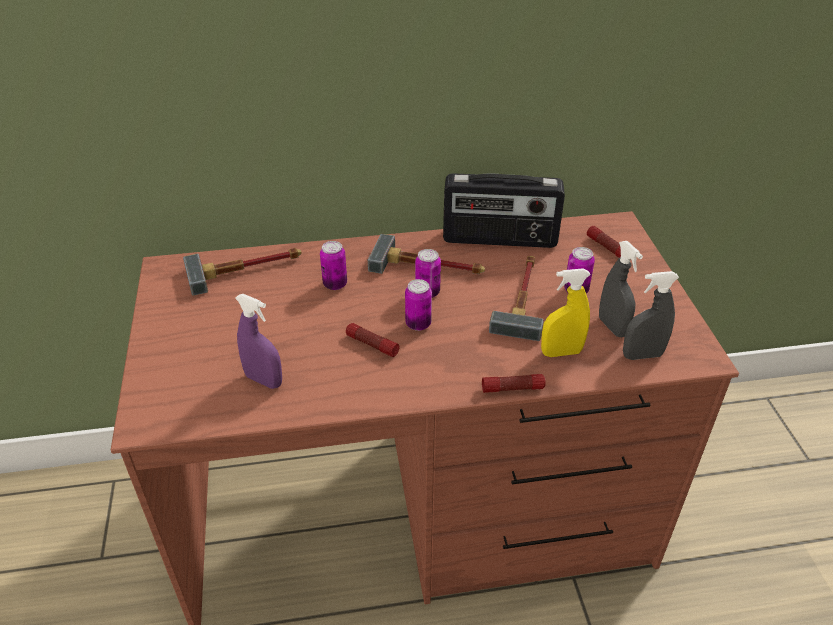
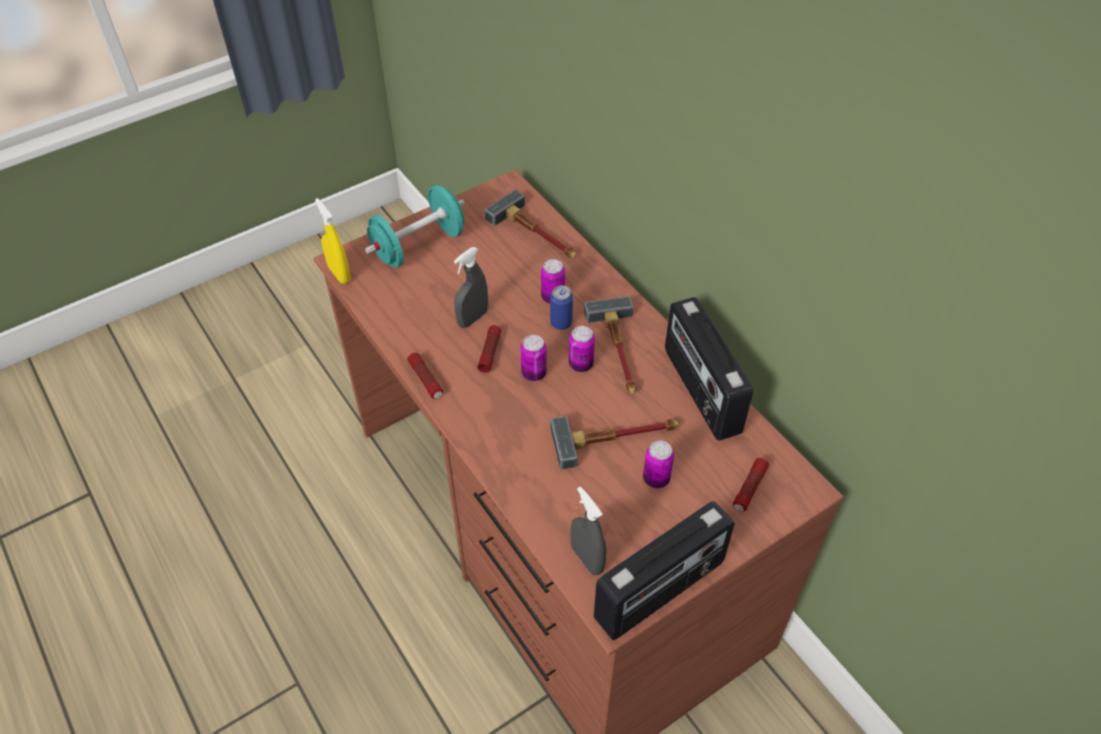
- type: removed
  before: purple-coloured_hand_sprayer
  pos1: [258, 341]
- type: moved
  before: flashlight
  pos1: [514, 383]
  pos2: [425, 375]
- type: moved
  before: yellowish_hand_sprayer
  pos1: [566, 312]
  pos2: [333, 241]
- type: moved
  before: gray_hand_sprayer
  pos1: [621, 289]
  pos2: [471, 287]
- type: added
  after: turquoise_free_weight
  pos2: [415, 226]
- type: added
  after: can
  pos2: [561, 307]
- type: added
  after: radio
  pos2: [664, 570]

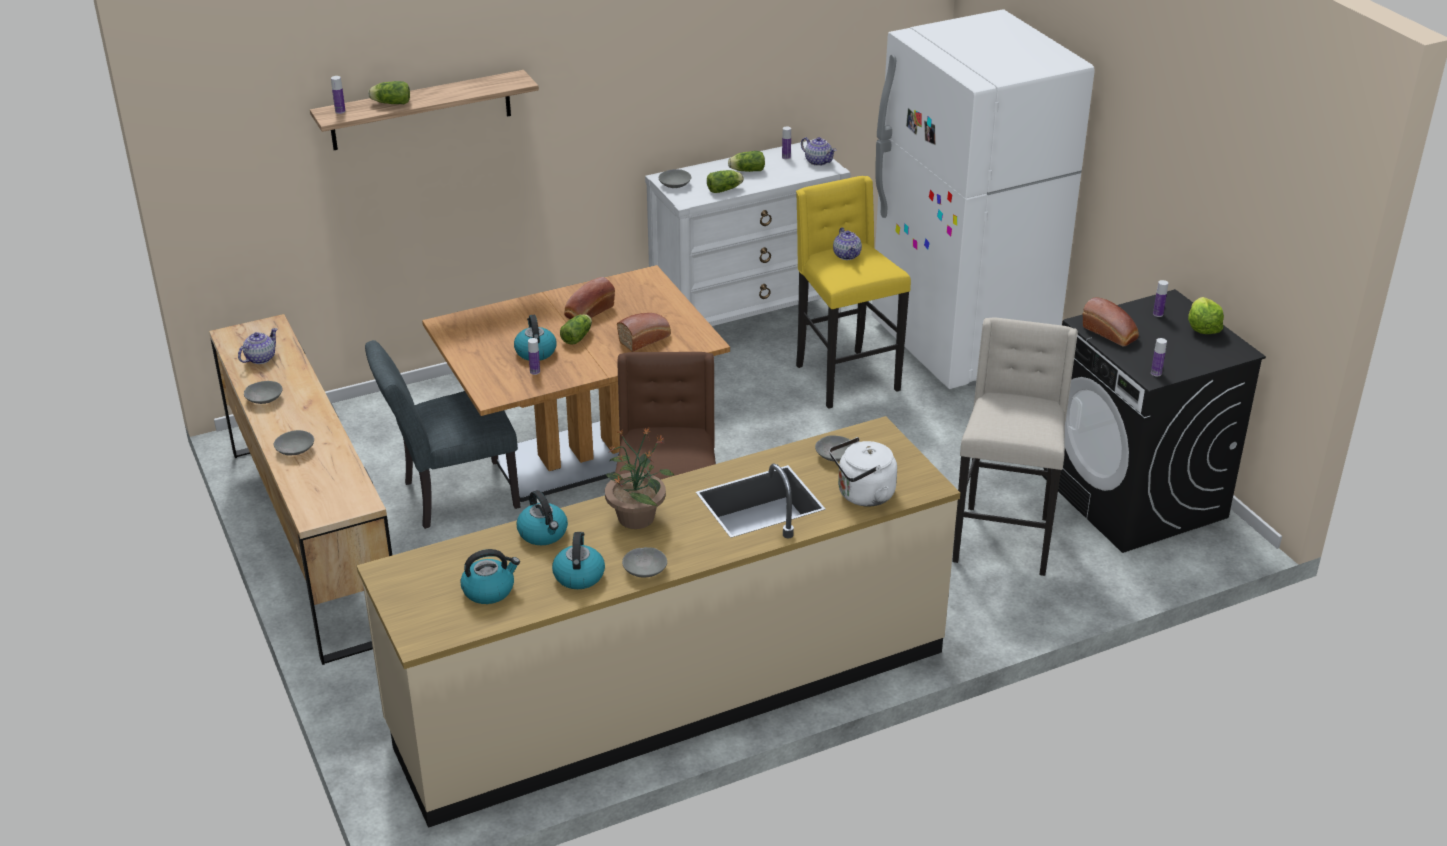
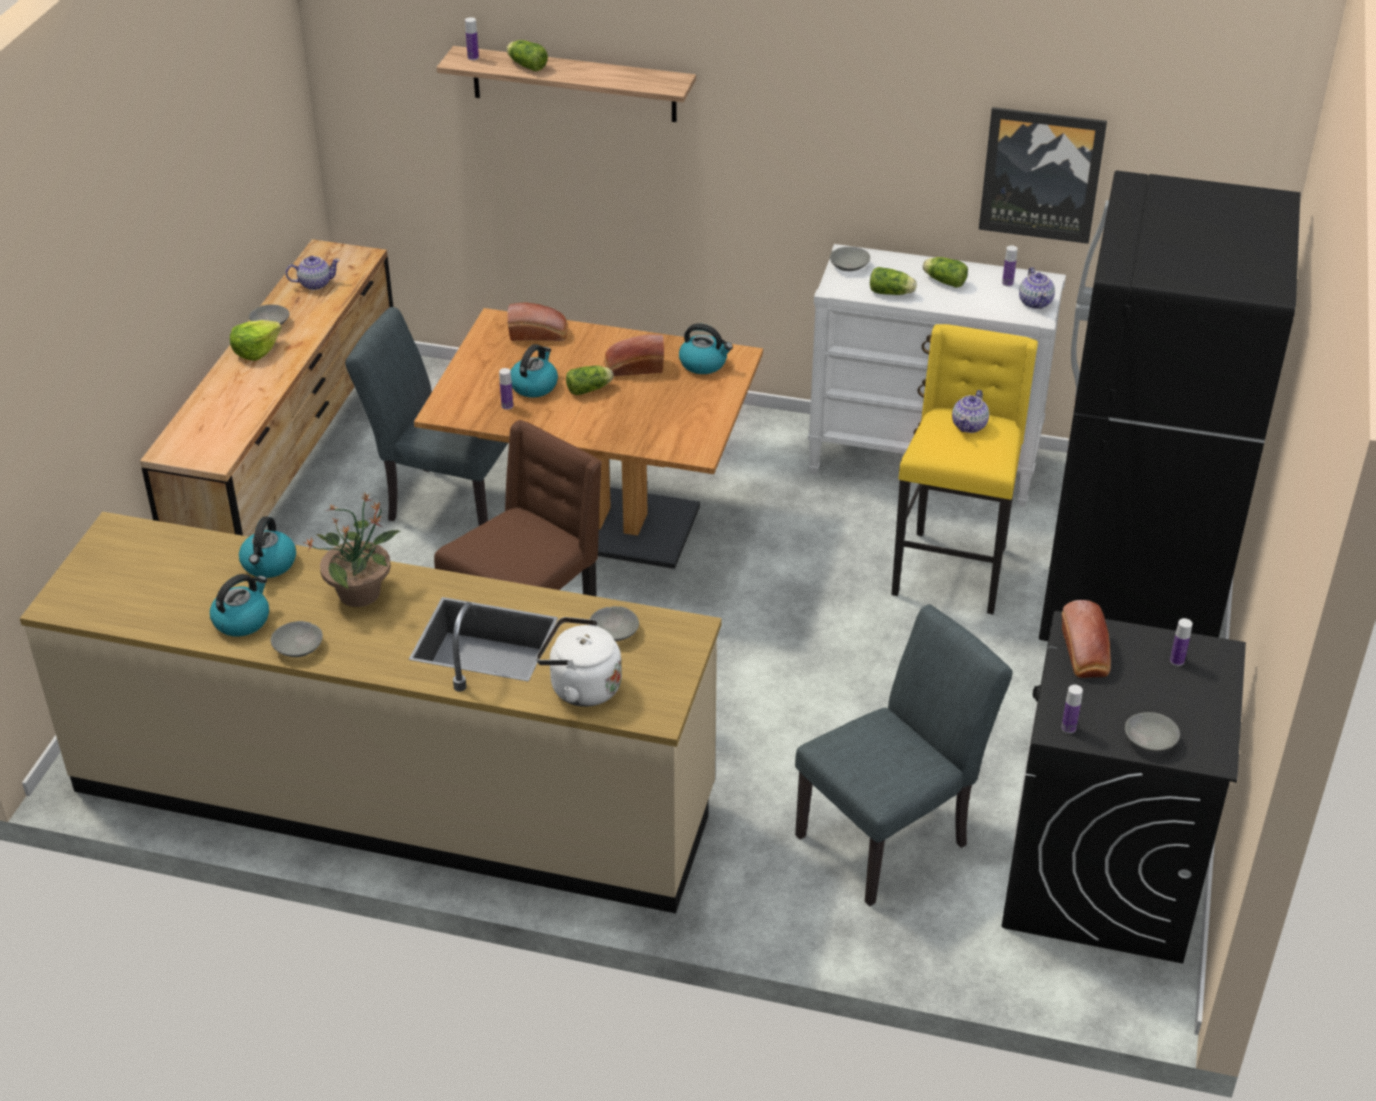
- type: moved
  before: gray_serving_bowl
  pos1: [293, 442]
  pos2: [1152, 731]
- type: moved
  before: kettle
  pos1: [490, 576]
  pos2: [706, 348]
- type: moved
  before: baked_bread
  pos1: [644, 332]
  pos2: [537, 322]
- type: recoloured
  before: white_kitchen_fridge
  after: black-coloured_kitchen_fridge
  pos1: [983, 199]
  pos2: [1169, 405]
- type: replaced
  before: sand-coloured_stool
  after: gray_plain_chair
  pos1: [1015, 446]
  pos2: [904, 755]
- type: moved
  before: head_of_lettuce
  pos1: [1206, 315]
  pos2: [256, 340]
- type: added
  after: wall_picture
  pos2: [1043, 175]

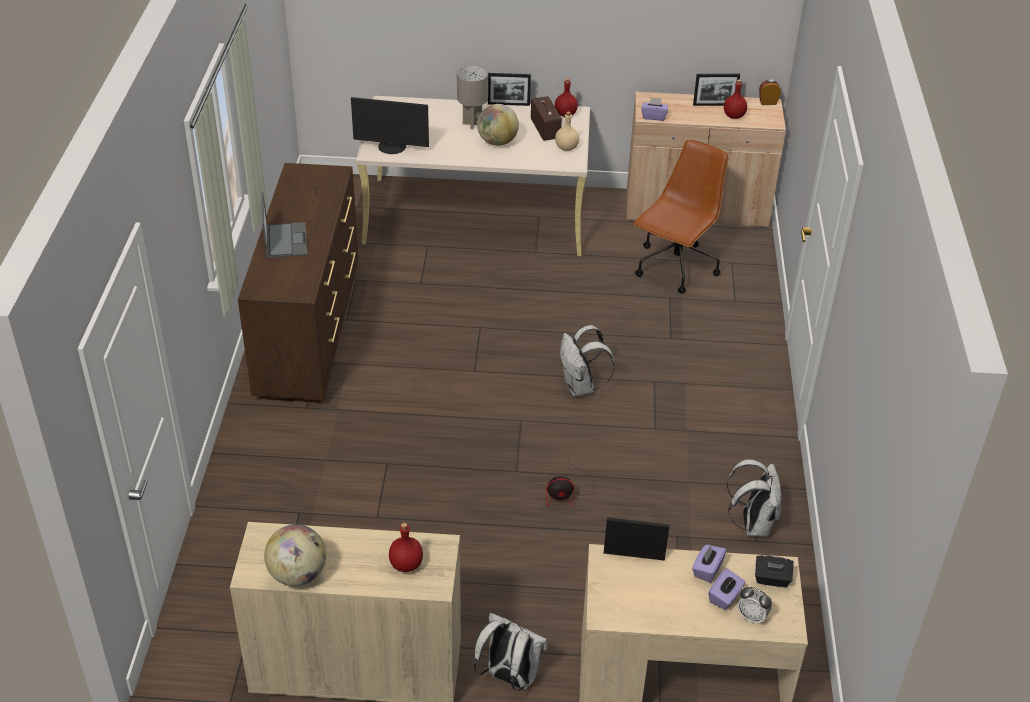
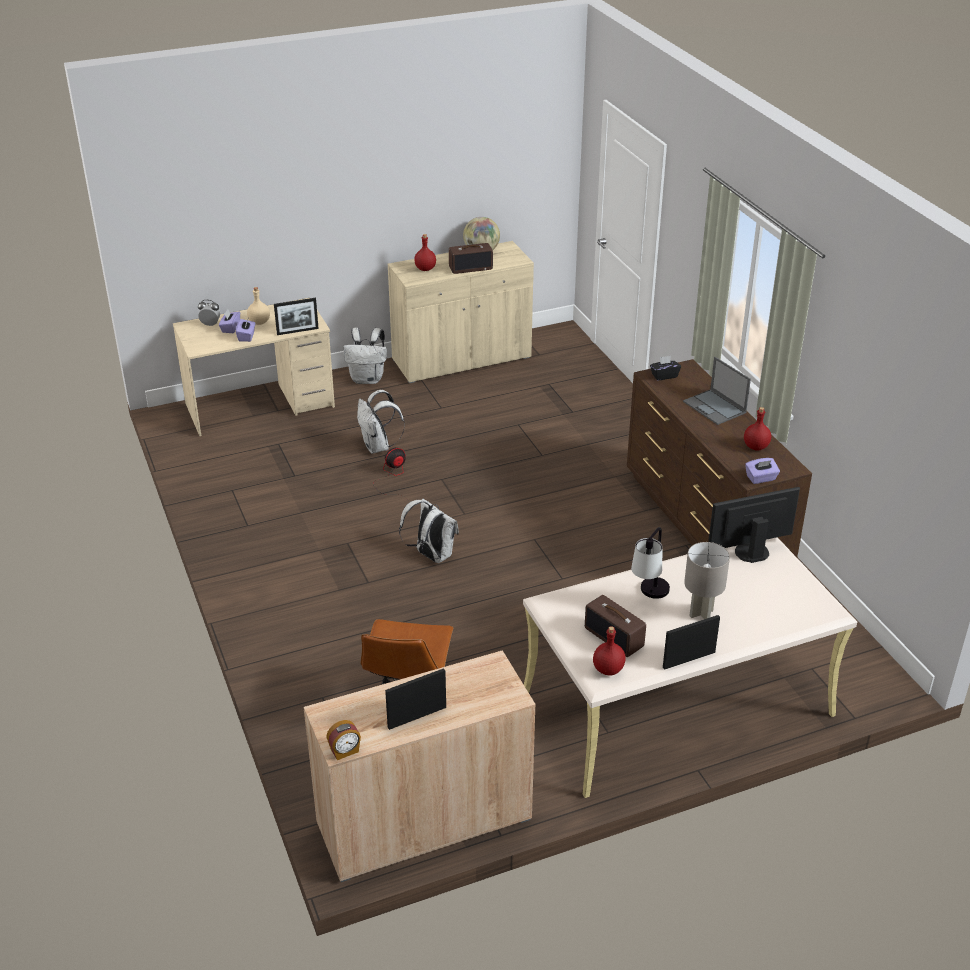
- type: replaced
  before: desk_globe
  after: table_lamp
  pos1: [498, 125]
  pos2: [650, 563]
- type: moved
  before: sand-coloured_beverage_bottle
  pos1: [567, 131]
  pos2: [258, 306]
- type: moved
  before: purple-coloured_box_of_tissues
  pos1: [654, 109]
  pos2: [762, 471]
- type: moved
  before: reddish_beverage_bottle
  pos1: [735, 99]
  pos2: [757, 429]
- type: moved
  before: white_backpack
  pos1: [754, 498]
  pos2: [381, 422]
- type: moved
  before: black-coloured_box_of_tissues
  pos1: [774, 571]
  pos2: [665, 368]
- type: added
  after: radio
  pos2: [471, 258]

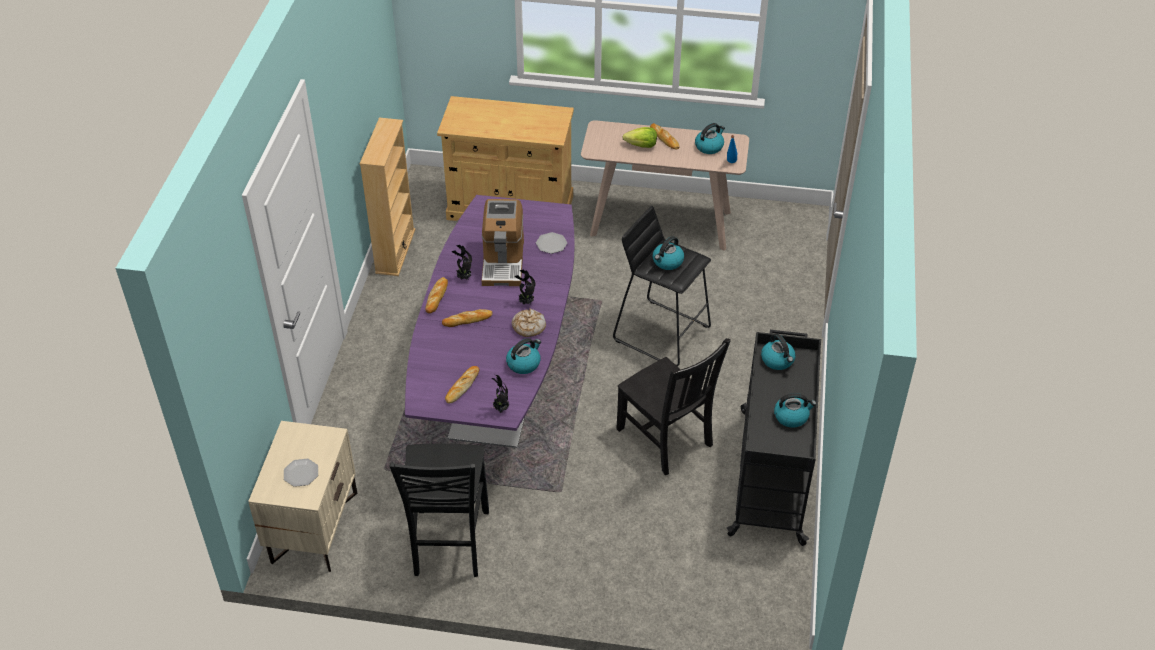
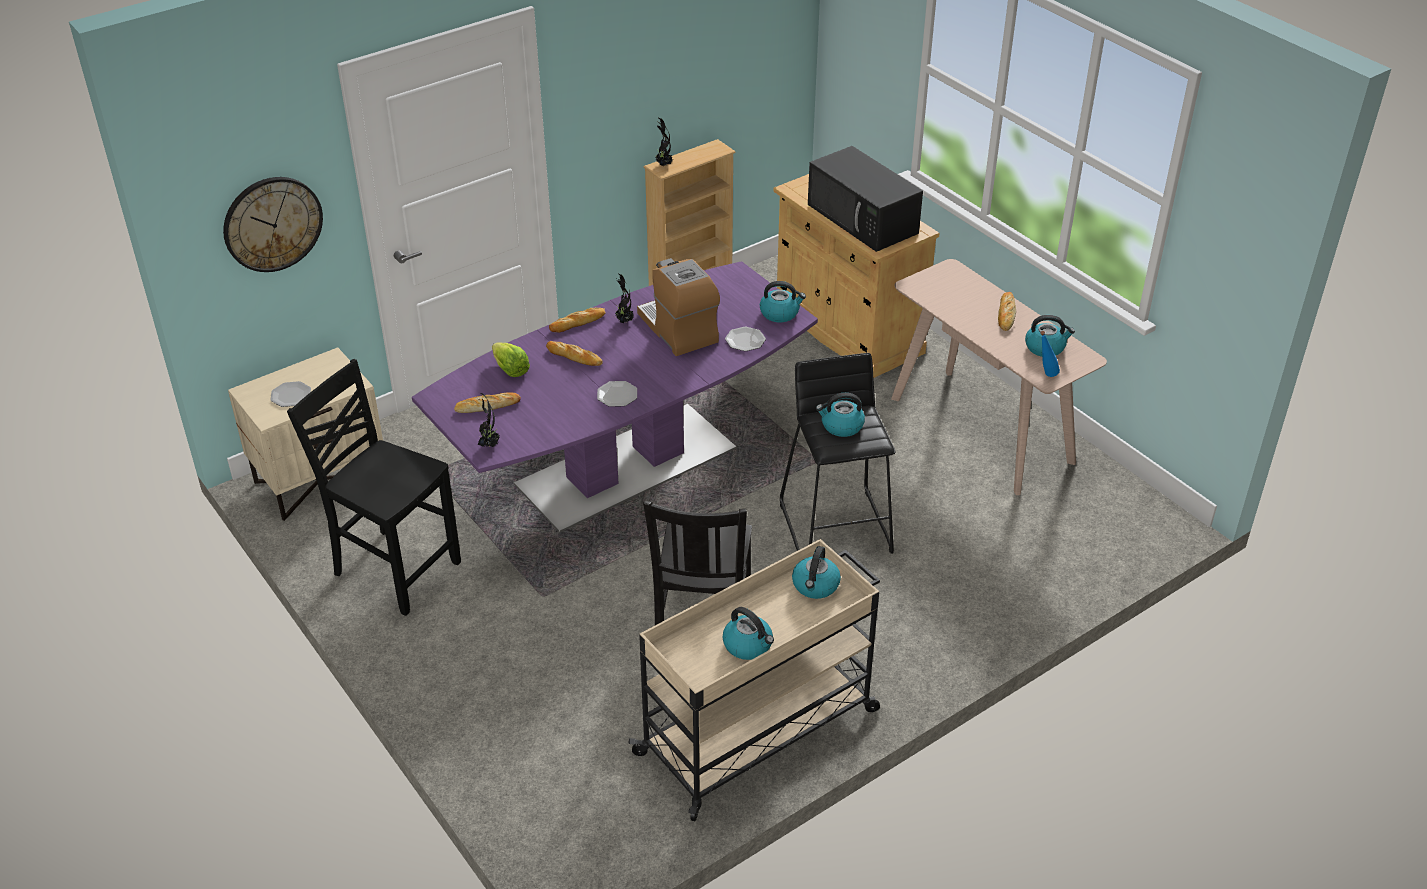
- type: turned
  before: black-coloured_plain_chair
  pos1: [439, 510]
  pos2: [374, 487]
  turn: 75
- type: turned
  before: coffee_maker
  pos1: [503, 242]
  pos2: [678, 307]
  turn: 105
- type: moved
  before: kettle
  pos1: [523, 356]
  pos2: [783, 302]
- type: replaced
  before: baked_bread
  after: plate
  pos1: [529, 322]
  pos2: [617, 394]
- type: moved
  before: potted_plant
  pos1: [525, 286]
  pos2: [664, 142]
- type: moved
  before: head_of_lettuce
  pos1: [640, 137]
  pos2: [511, 359]
- type: recoloured
  before: black-coloured_wheeled_cart
  after: sand-coloured_wheeled_cart
  pos1: [773, 438]
  pos2: [754, 680]
- type: added
  after: hanging_clock
  pos2: [273, 224]
- type: added
  after: black-coloured_kitchen_microwave
  pos2: [865, 199]

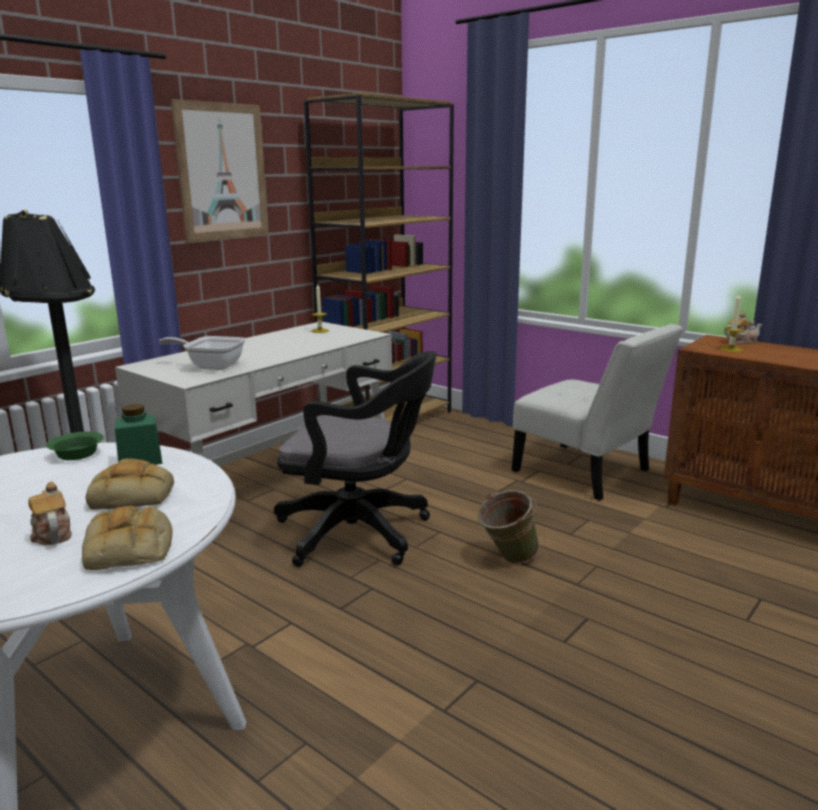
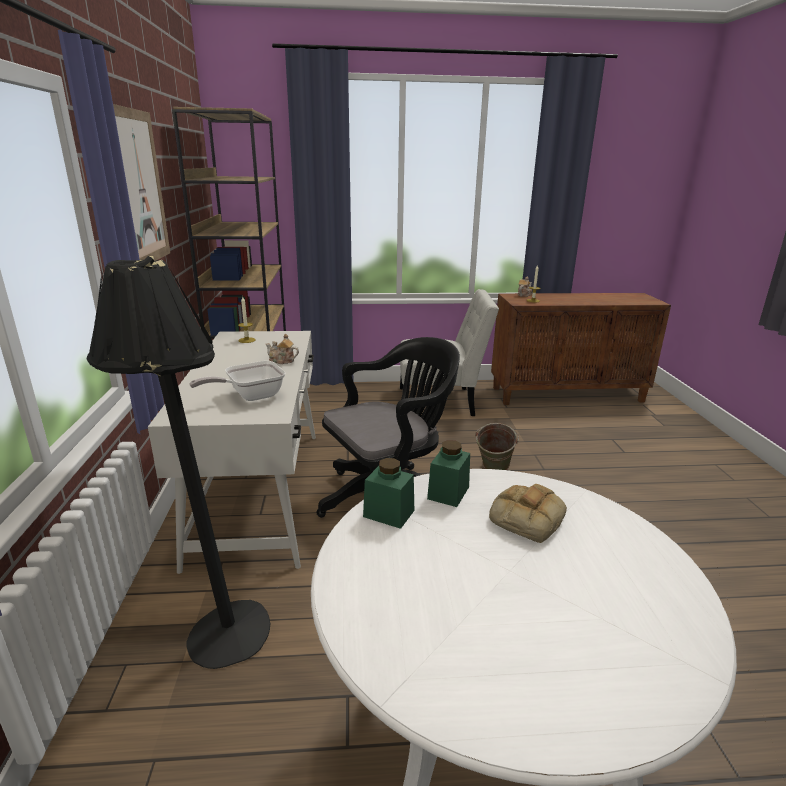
- type: moved
  before: teapot
  pos1: [50, 513]
  pos2: [282, 349]
- type: replaced
  before: greenish_serving_bowl
  after: greenish_storage_jar
  pos1: [75, 445]
  pos2: [388, 493]
- type: removed
  before: baked_bread
  pos1: [127, 538]

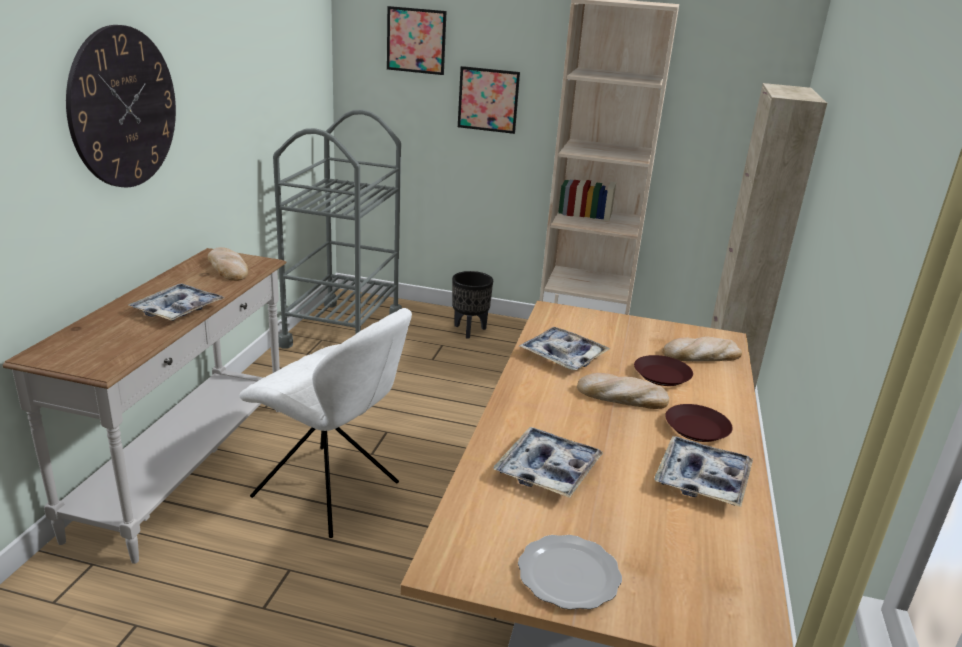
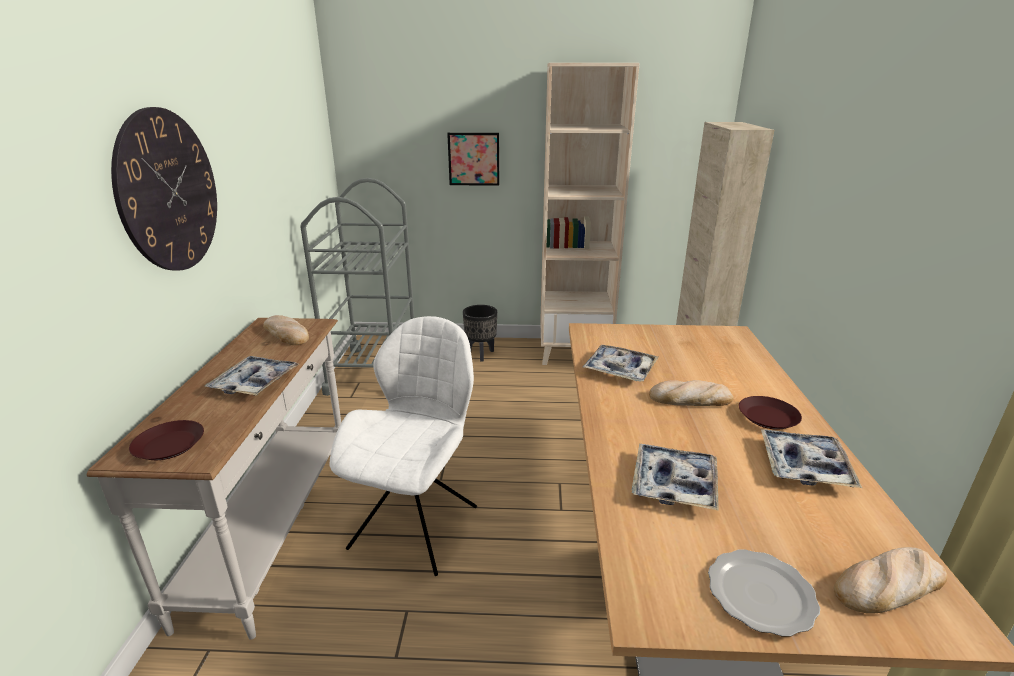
- type: turned
  before: white_plain_chair
  pos1: [325, 423]
  pos2: [403, 446]
  turn: -90
- type: removed
  before: wall_picture
  pos1: [417, 40]
- type: moved
  before: brown-coloured_plate
  pos1: [663, 370]
  pos2: [166, 440]
- type: moved
  before: baked_bread
  pos1: [702, 349]
  pos2: [890, 580]

